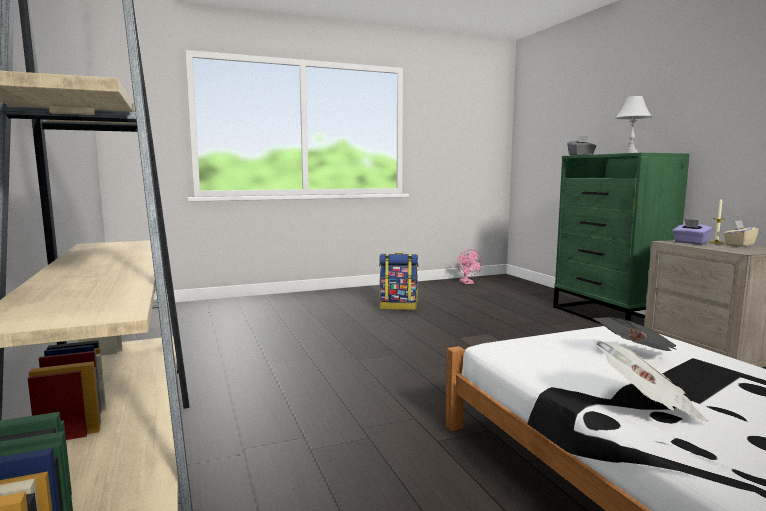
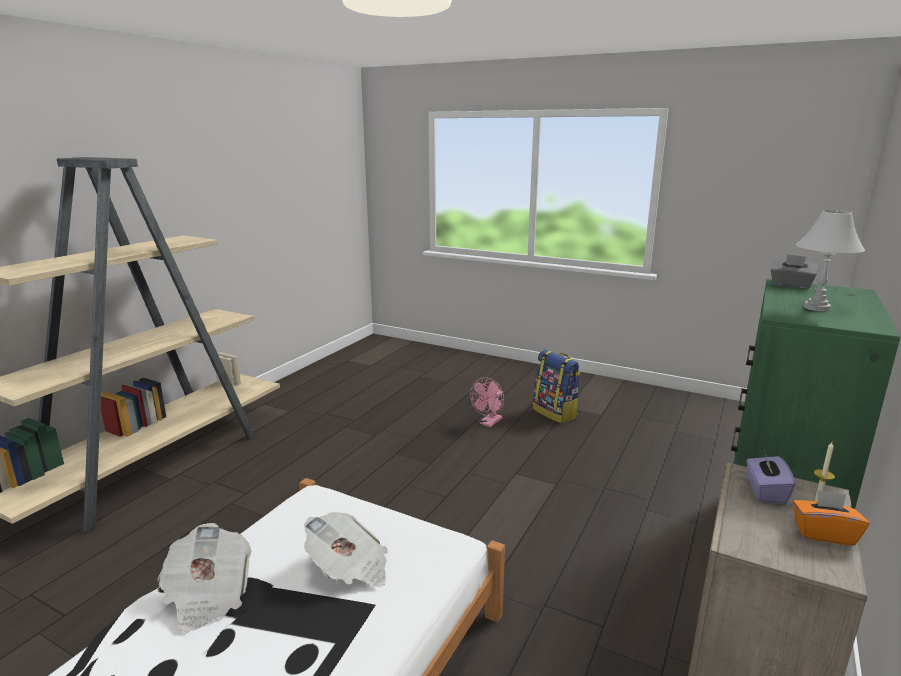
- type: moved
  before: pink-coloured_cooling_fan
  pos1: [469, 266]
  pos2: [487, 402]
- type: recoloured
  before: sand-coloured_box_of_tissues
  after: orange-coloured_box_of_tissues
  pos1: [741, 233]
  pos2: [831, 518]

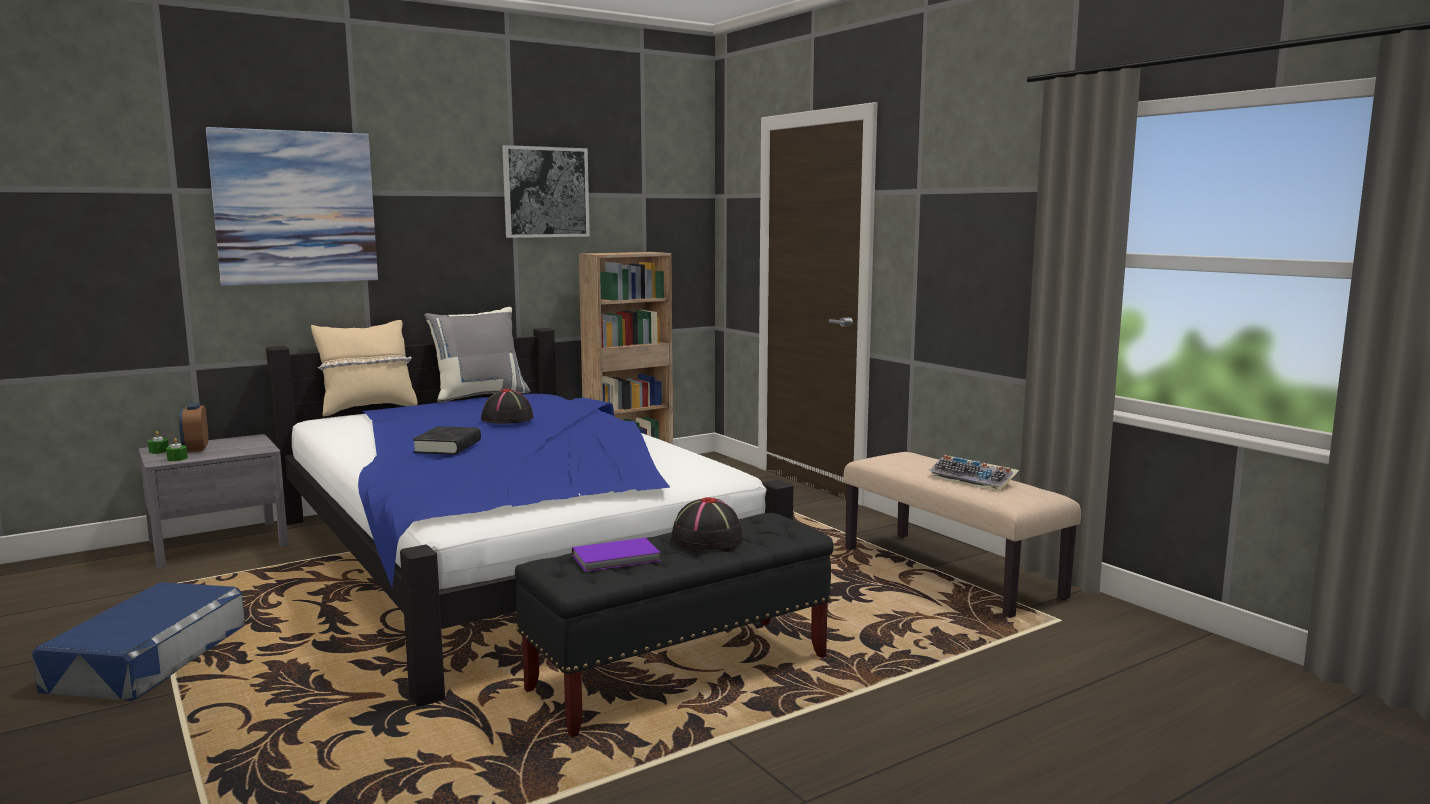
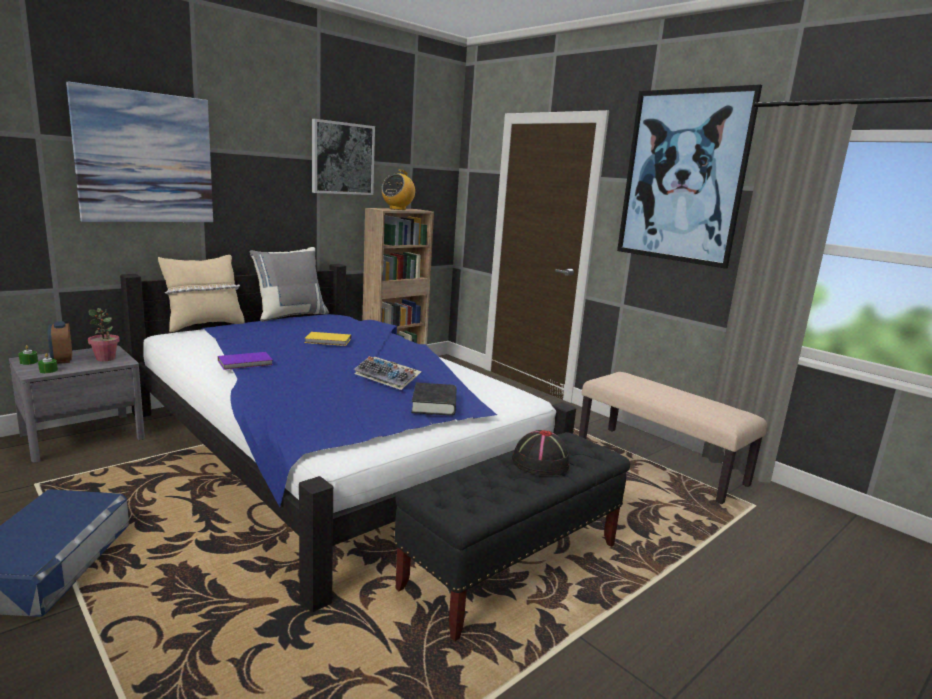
- type: moved
  before: black-coloured_volume
  pos1: [446, 440]
  pos2: [433, 399]
- type: replaced
  before: black-coloured_hat
  after: yellowish_volume
  pos1: [507, 406]
  pos2: [328, 339]
- type: moved
  before: purple-coloured_volume
  pos1: [616, 555]
  pos2: [245, 361]
- type: moved
  before: keyboard
  pos1: [974, 473]
  pos2: [388, 373]
- type: added
  after: potted_plant
  pos2: [104, 334]
- type: added
  after: radio
  pos2: [398, 190]
- type: added
  after: wall_picture
  pos2: [689, 177]

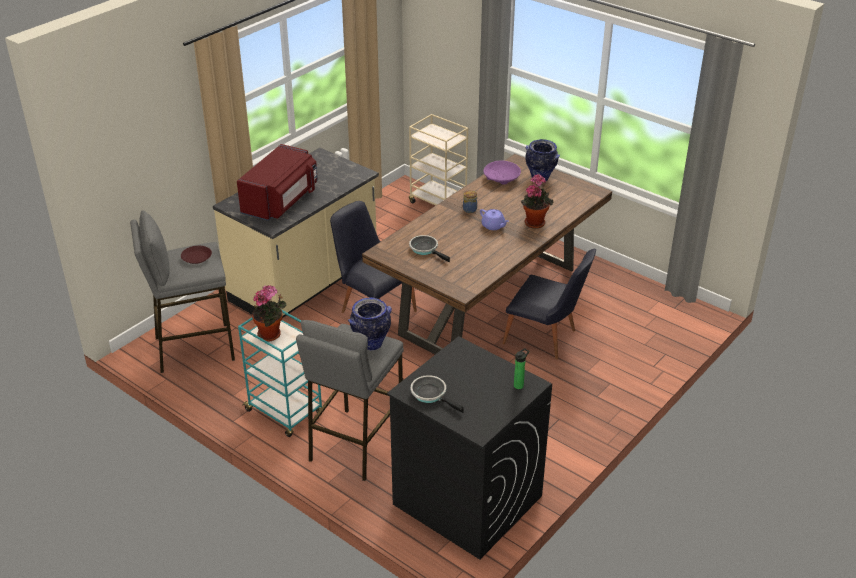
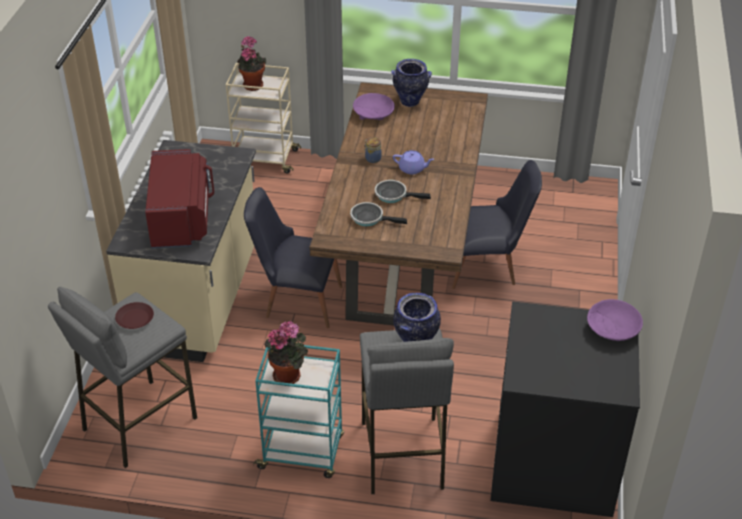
- type: moved
  before: pan
  pos1: [437, 394]
  pos2: [403, 191]
- type: replaced
  before: beverage_bottle
  after: purple-coloured_serving_bowl
  pos1: [521, 368]
  pos2: [615, 320]
- type: moved
  before: potted_plant
  pos1: [536, 201]
  pos2: [251, 63]

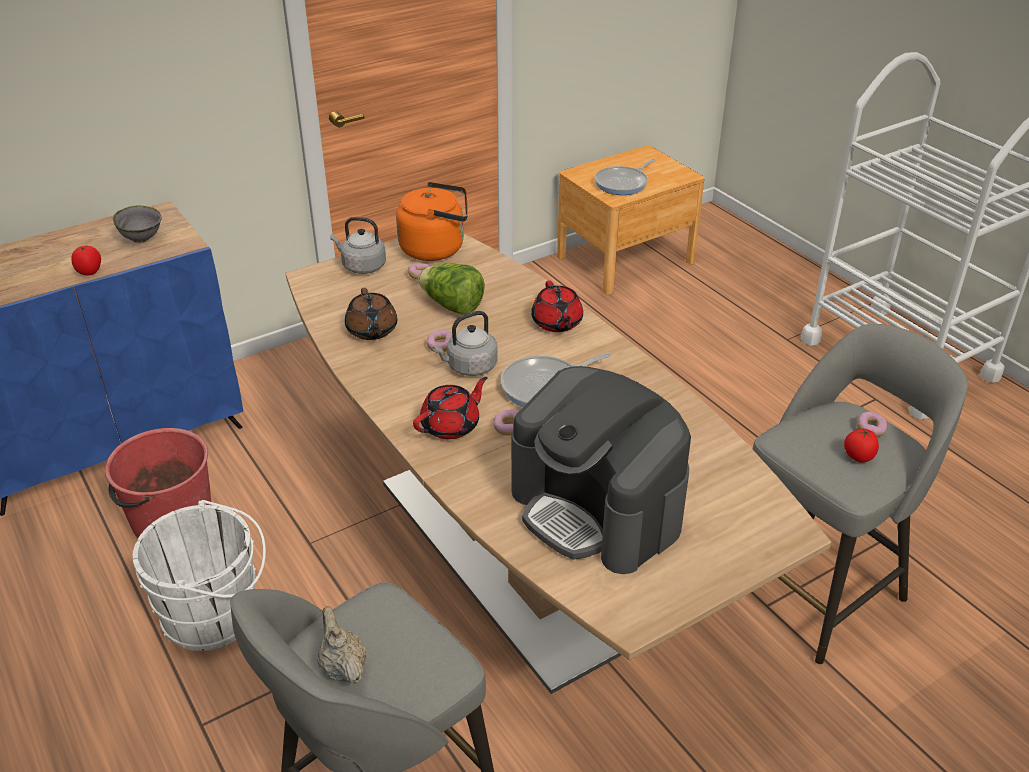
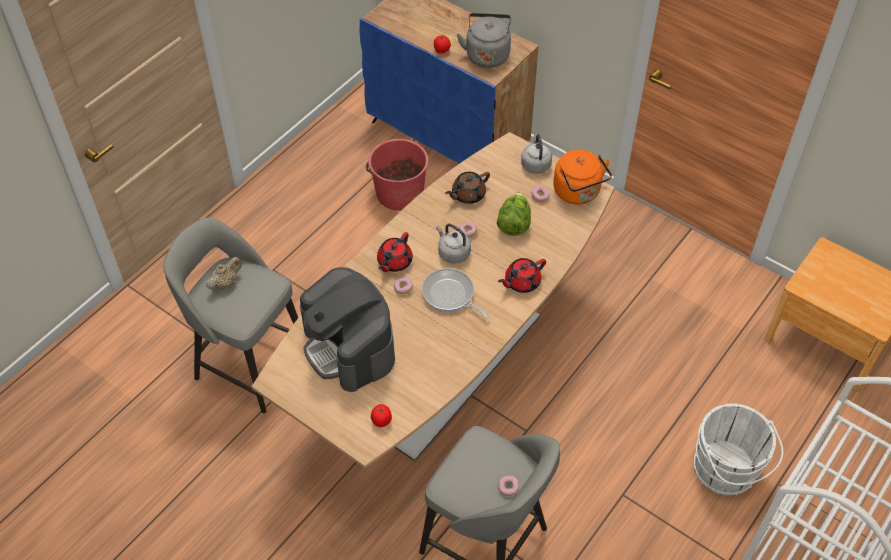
- type: replaced
  before: gray_serving_bowl
  after: gray_kettle
  pos1: [137, 224]
  pos2: [484, 40]
- type: moved
  before: white_water_bucket
  pos1: [199, 575]
  pos2: [738, 449]
- type: turned
  before: reddish_teapot
  pos1: [450, 408]
  pos2: [395, 252]
  turn: 90
- type: turned
  before: coffee_maker
  pos1: [601, 470]
  pos2: [347, 329]
  turn: -60
- type: removed
  before: pan
  pos1: [625, 177]
- type: moved
  before: tomato
  pos1: [861, 445]
  pos2: [381, 415]

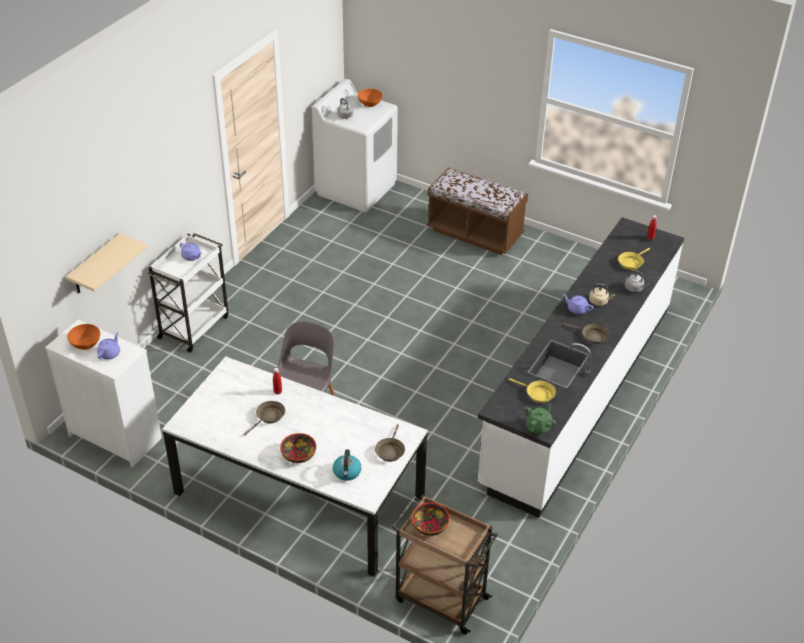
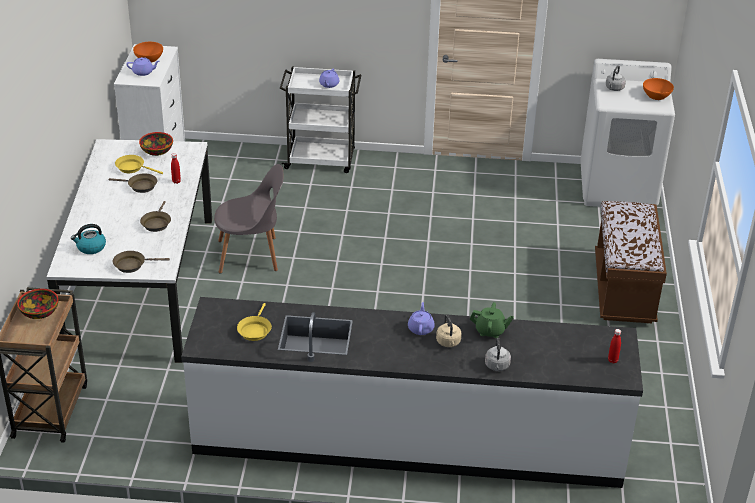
- type: removed
  before: sand-coloured_bracket_shelf
  pos1: [106, 263]
- type: moved
  before: serving_bowl
  pos1: [298, 448]
  pos2: [156, 144]
- type: moved
  before: greenish_teapot
  pos1: [540, 419]
  pos2: [492, 320]
- type: moved
  before: brown-coloured_pan
  pos1: [586, 333]
  pos2: [155, 216]
- type: moved
  before: yellowish_pan
  pos1: [634, 259]
  pos2: [139, 164]

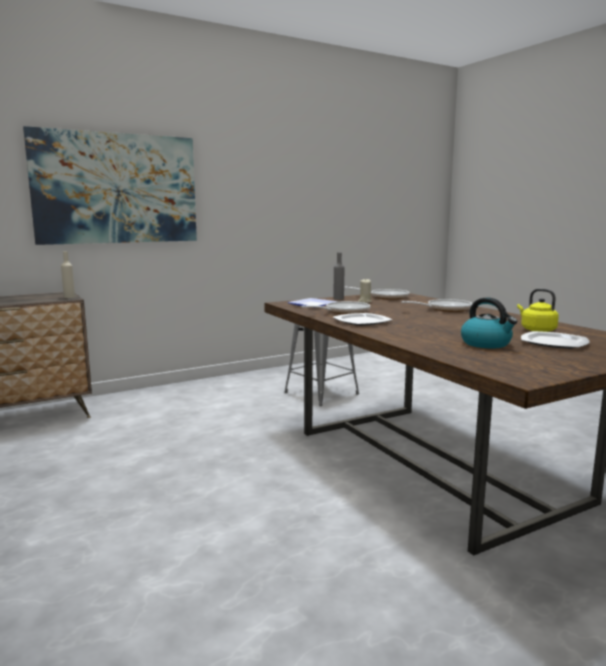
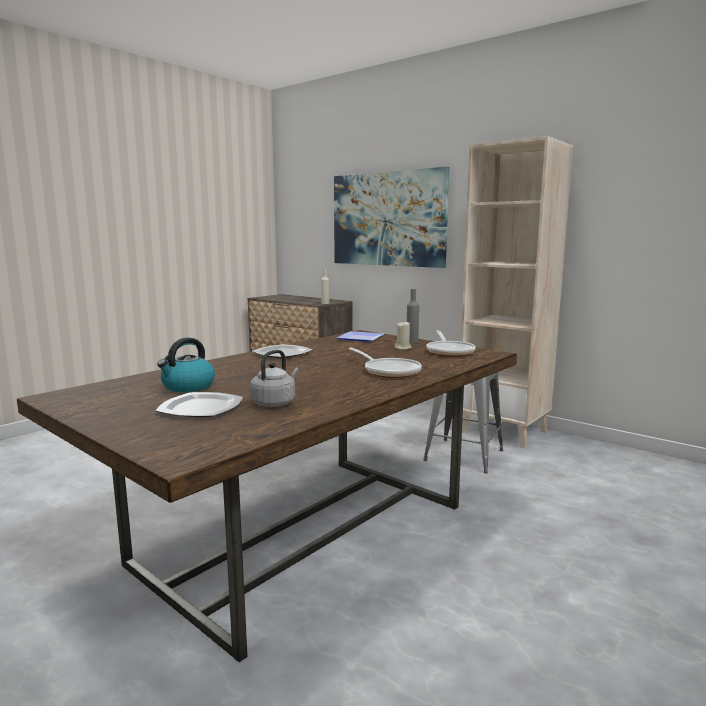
- type: removed
  before: pan
  pos1: [335, 307]
- type: recoloured
  before: yellowish_kettle
  after: gray_kettle
  pos1: [538, 310]
  pos2: [274, 378]
- type: added
  after: sand-coloured_shelving_unit
  pos2: [517, 292]

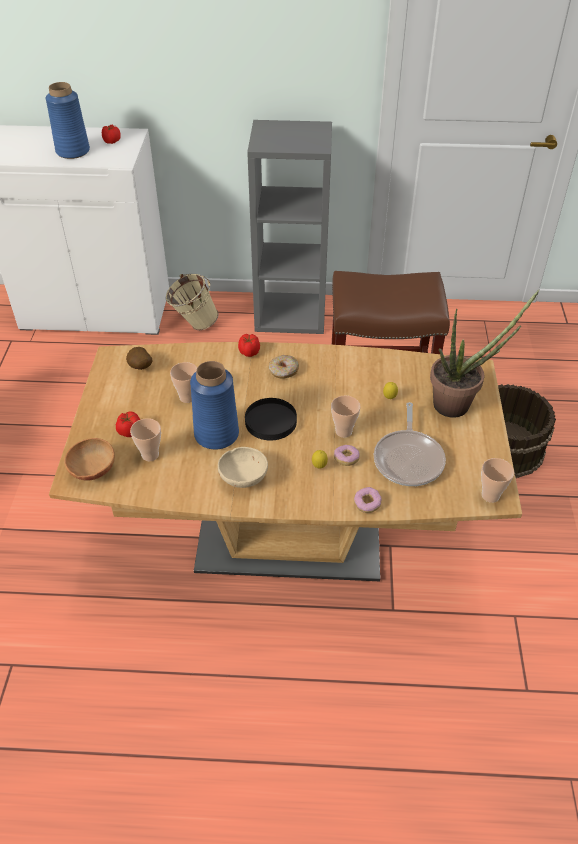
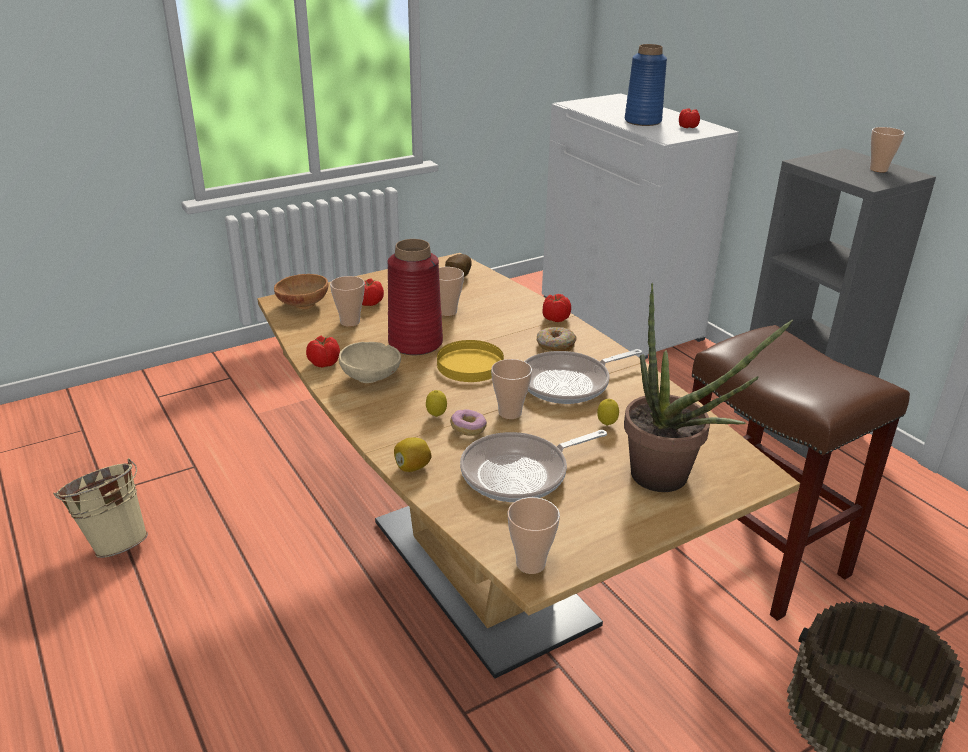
- type: moved
  before: sand-coloured_water_bucket
  pos1: [192, 302]
  pos2: [100, 508]
- type: recoloured
  before: blue-coloured_vase
  after: reddish_vase
  pos1: [214, 405]
  pos2: [415, 297]
- type: recoloured
  before: black-coloured_plate
  after: yellowish_plate
  pos1: [271, 419]
  pos2: [470, 361]
- type: replaced
  before: donut
  after: whole_lemon
  pos1: [368, 500]
  pos2: [412, 455]
- type: added
  after: tomato
  pos2: [323, 351]
- type: added
  after: pan
  pos2: [583, 376]
- type: added
  after: small_cup
  pos2: [887, 149]

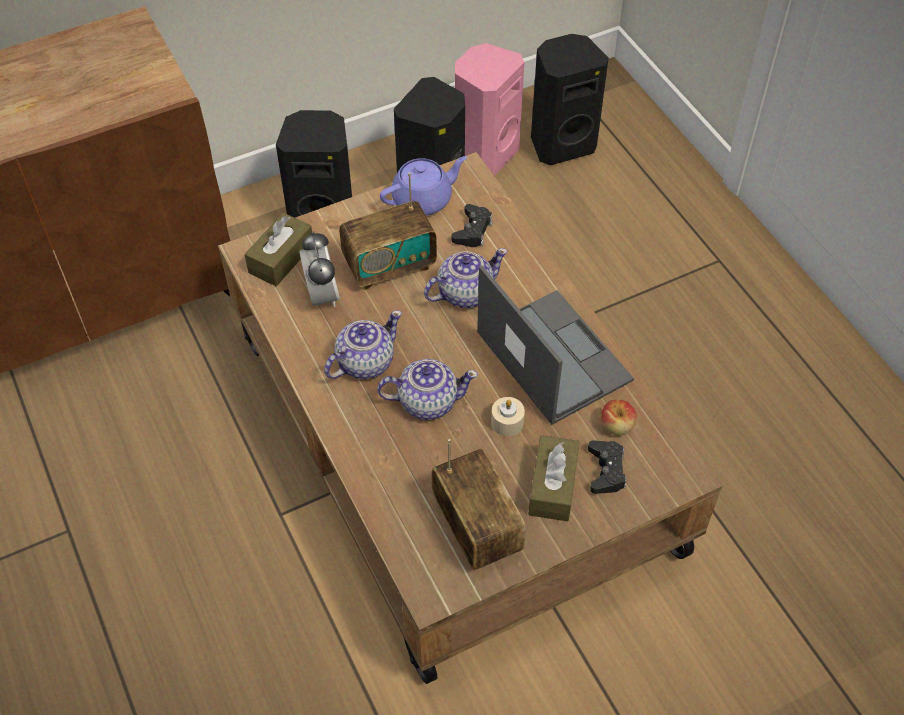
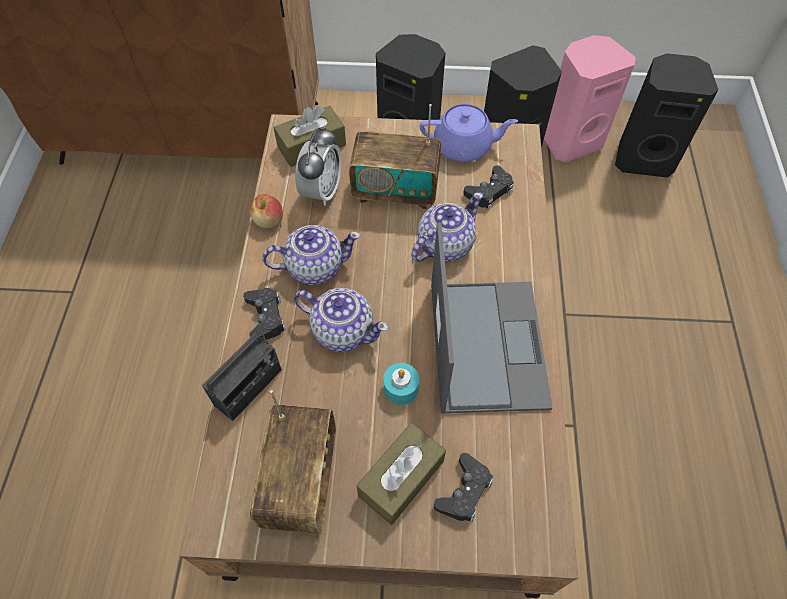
- type: turned
  before: teapot
  pos1: [466, 278]
  pos2: [447, 227]
  turn: -45
- type: recoloured
  before: sand-coloured_candle
  after: turquoise_candle
  pos1: [508, 416]
  pos2: [401, 384]
- type: moved
  before: whole_apple
  pos1: [619, 418]
  pos2: [266, 211]
- type: added
  after: radio
  pos2: [242, 370]
- type: added
  after: black-coloured_game_controller
  pos2: [264, 314]

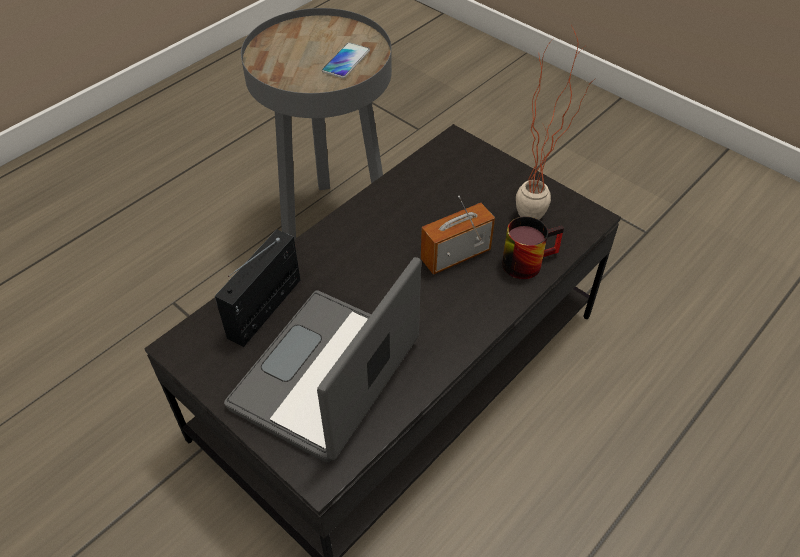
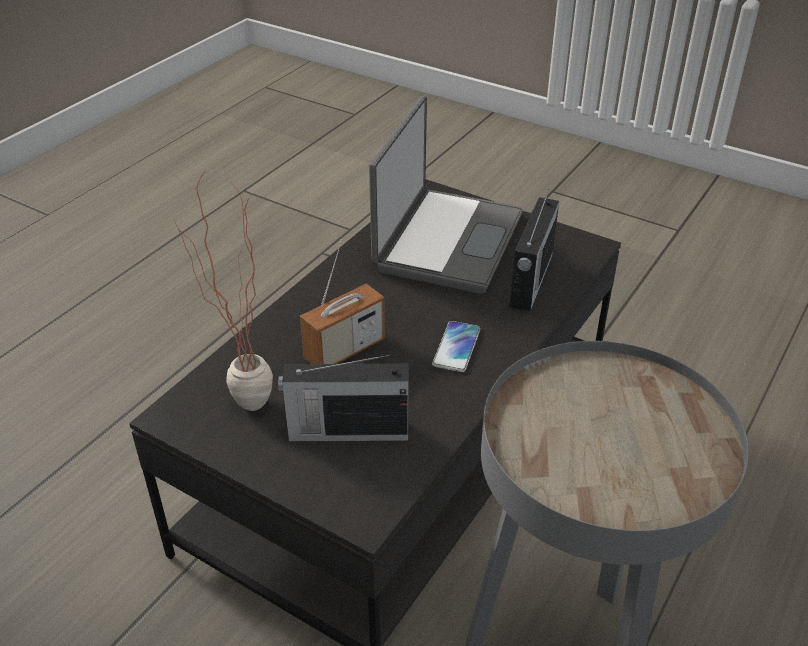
- type: moved
  before: handset
  pos1: [346, 60]
  pos2: [456, 346]
- type: removed
  before: tea_mug
  pos1: [533, 247]
- type: added
  after: radio
  pos2: [343, 398]

